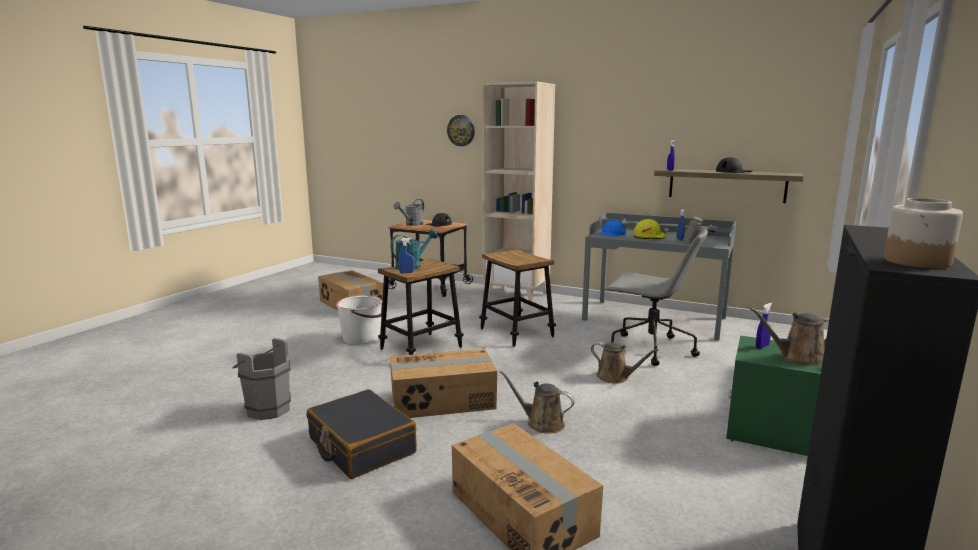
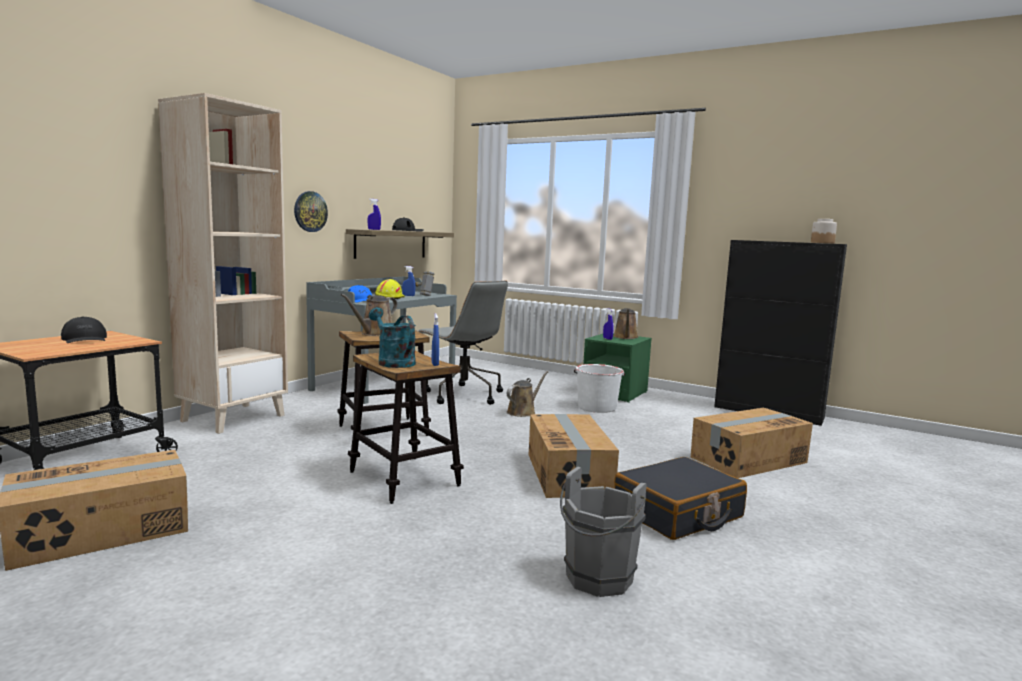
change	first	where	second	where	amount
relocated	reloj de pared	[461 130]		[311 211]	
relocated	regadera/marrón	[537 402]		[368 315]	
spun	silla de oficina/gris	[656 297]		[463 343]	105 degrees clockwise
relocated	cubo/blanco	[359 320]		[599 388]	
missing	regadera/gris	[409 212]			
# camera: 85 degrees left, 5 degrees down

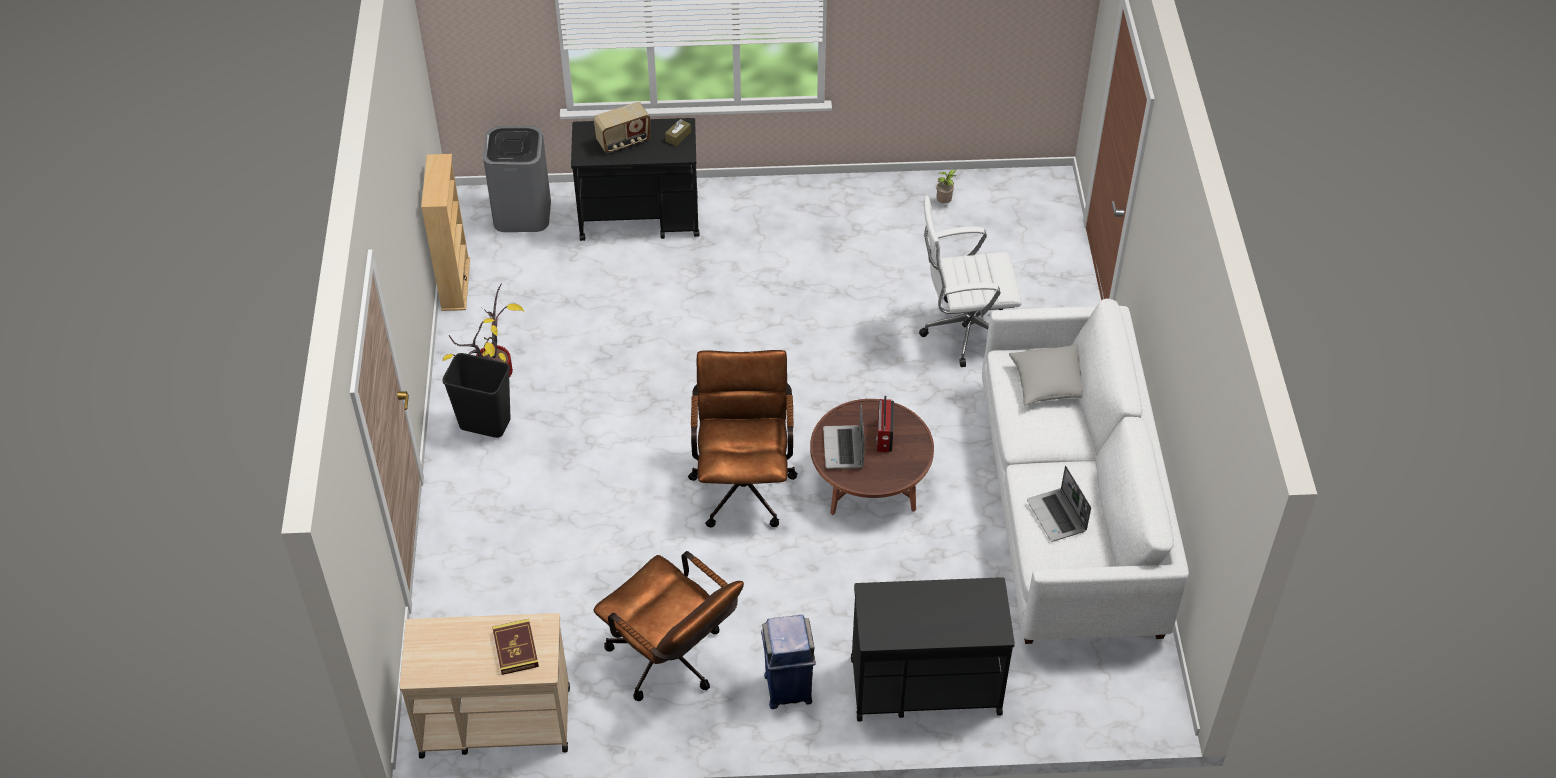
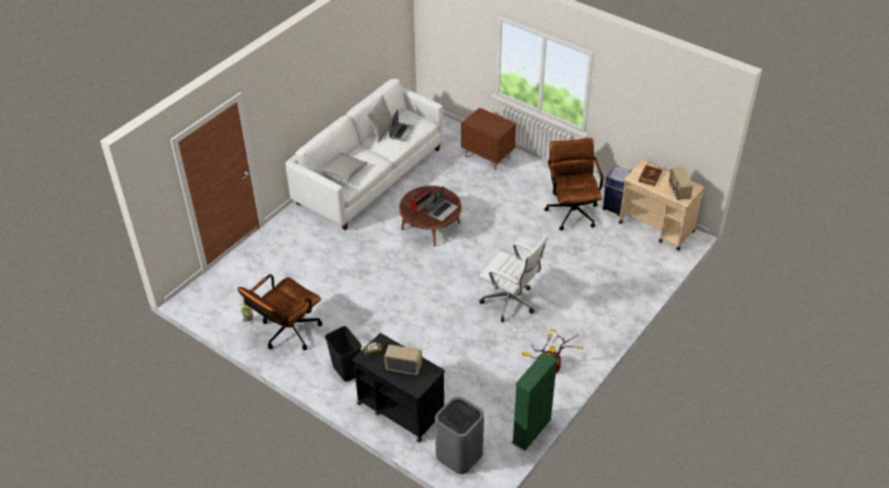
change	first	where	second	where	amount
relocated	silla de oficina/marrón	[743 439]		[279 312]	
relocated	papelera/negro	[476 395]		[343 354]	
appeared			cojín/gris	[379 119]	
exchanged	carrito/negro	[933 649]	mesita de noche/marrón	[488 138]	
relocated	silla de oficina/blanco	[970 281]		[513 278]	
colour	estantería/beis	[445 232]	estantería/verde	[535 401]	
relocated	papelera/azul	[788 662]		[617 191]	
appeared			radio	[681 183]	
# camera: 140 degrees left, 5 degrees down

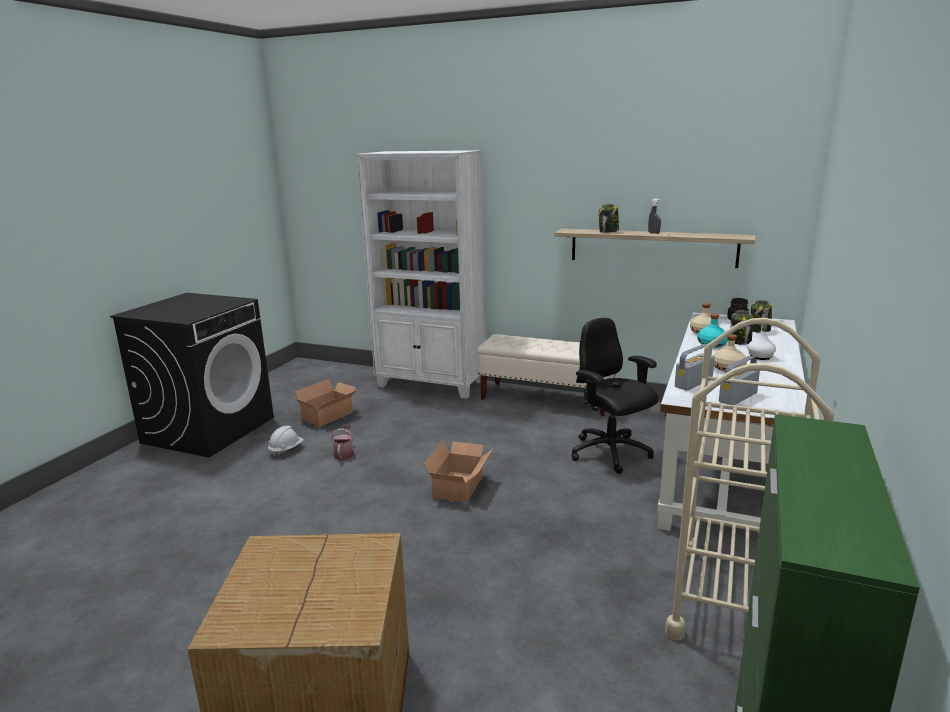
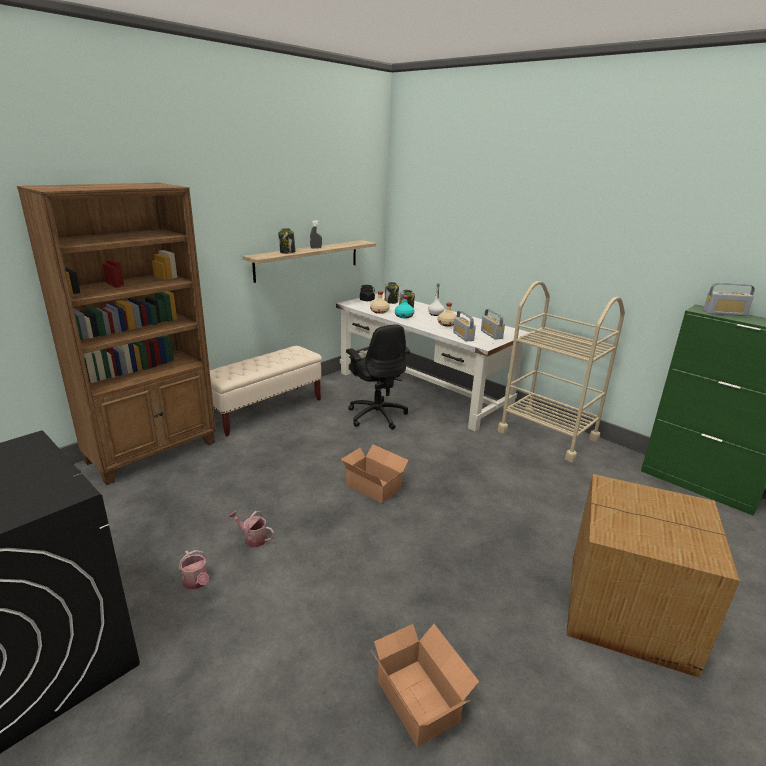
change	first	where	second	where	amount
colour	estantería/blanco	[421 274]	estantería/marrón	[116 334]	
exchanged	casco/blanco	[285 441]	regadera	[194 570]	
spun	silla de oficina/negro	[615 396]		[378 377]	105 degrees counterclockwise
relocated	caja de cartón	[326 403]		[425 685]	
appeared			radio	[729 299]	
# camera: 70 degrees left, 5 degrees up

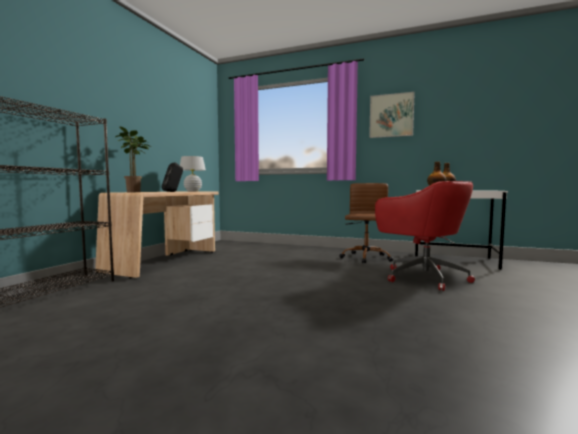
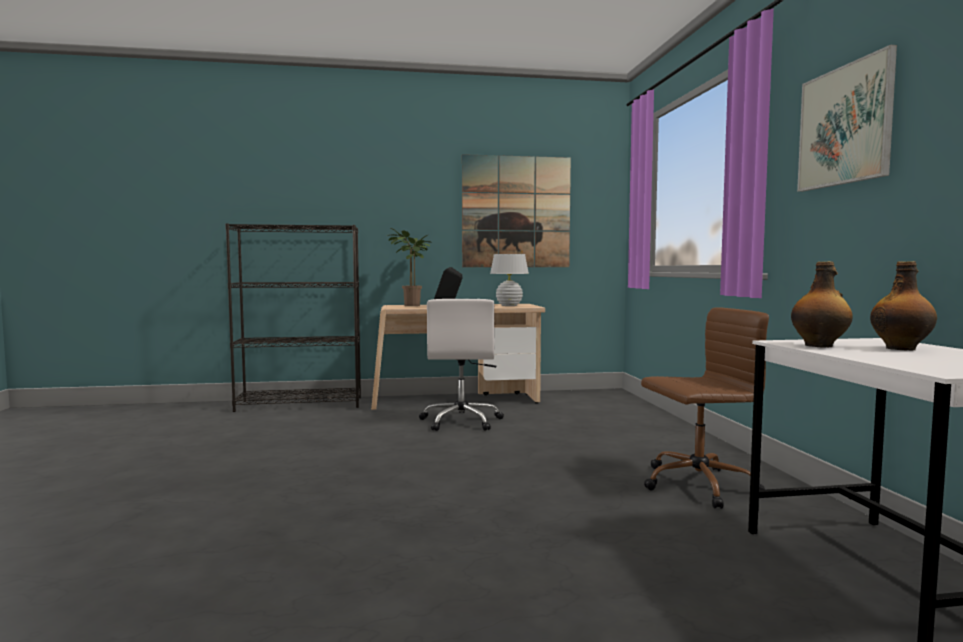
change	first	where	second	where	amount
appeared			silla de oficina/blanco	[461 365]	
appeared			cuadro	[516 210]	
missing	silla de oficina/rojo	[425 236]			
# camera: 60 degrees right, 0 degrees up

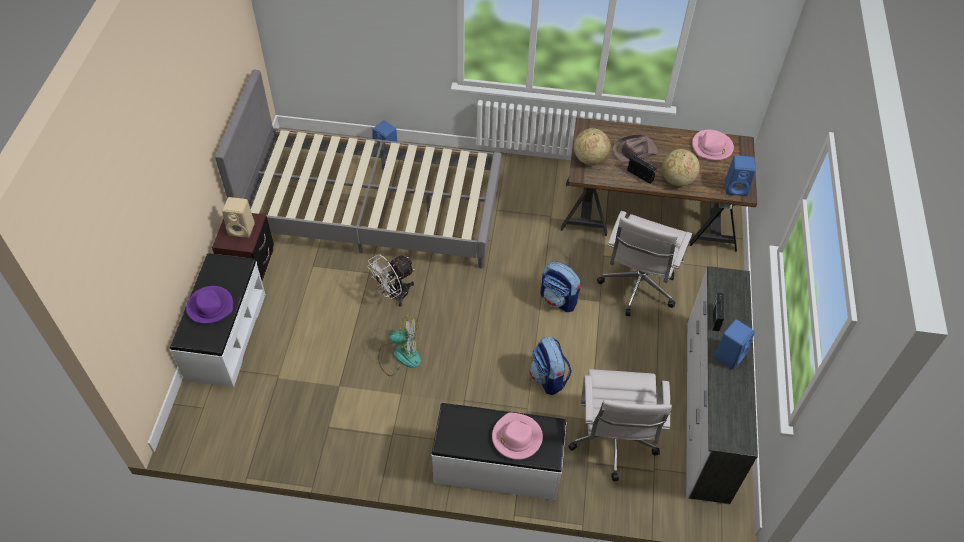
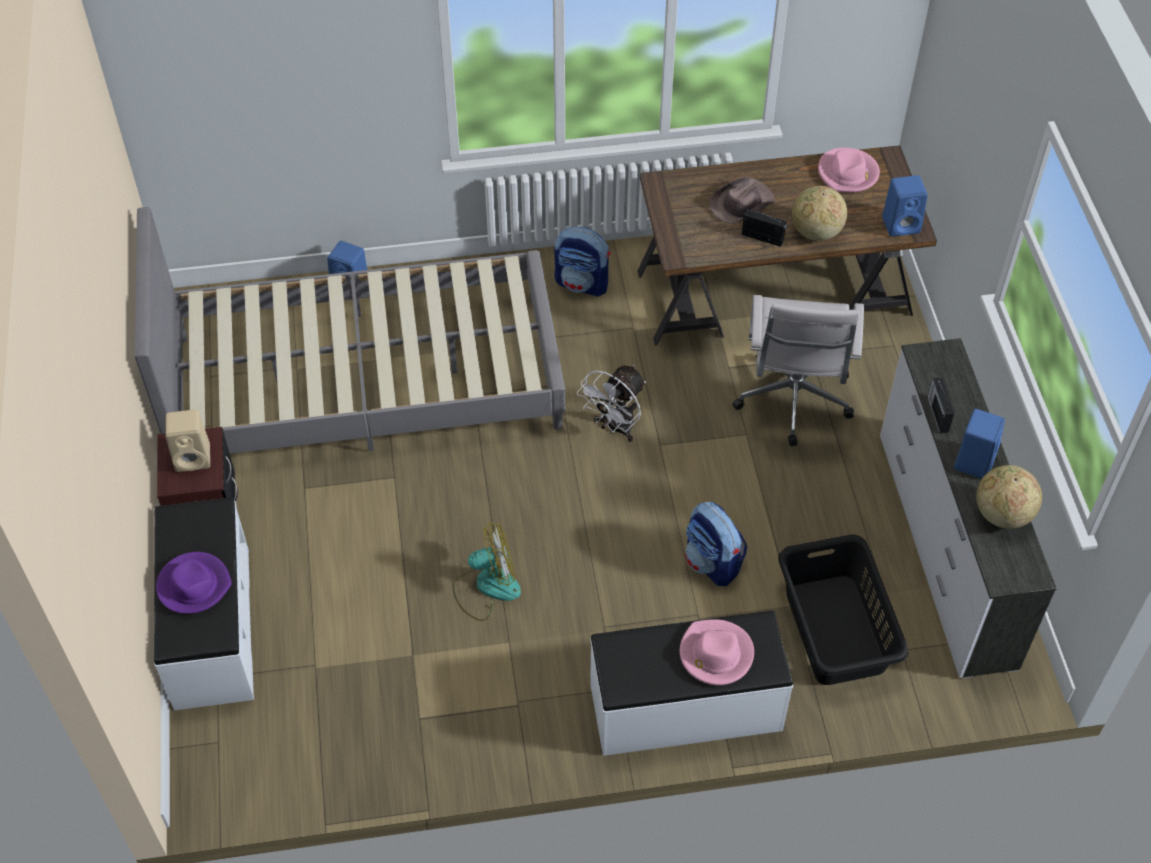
change	first	where	second	where	amount
relocated	mochila	[561 286]		[582 262]	
relocated	ventilador/blanco	[391 280]		[611 403]	
exchanged	silla de oficina/blanco	[620 425]	cesto de la ropa/negro	[843 610]	
relocated	globo terráqueo	[592 146]		[1009 497]	
# camera: 15 degrees left, 0 degrees up

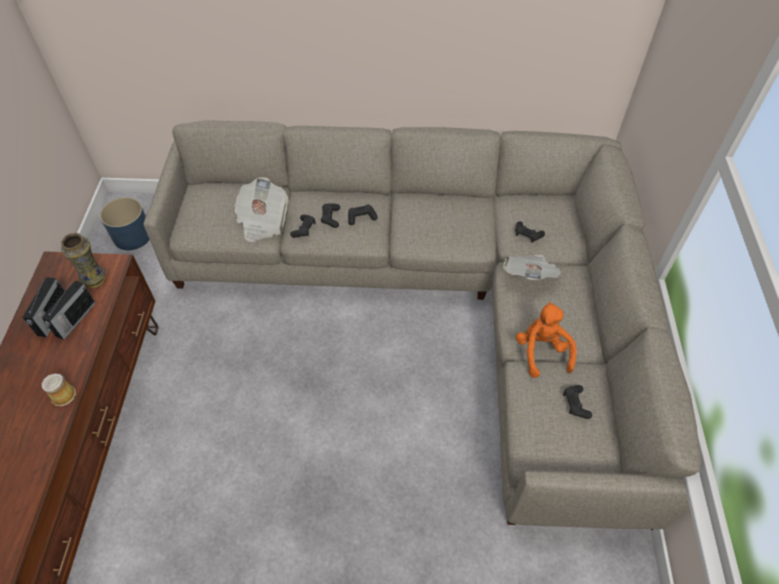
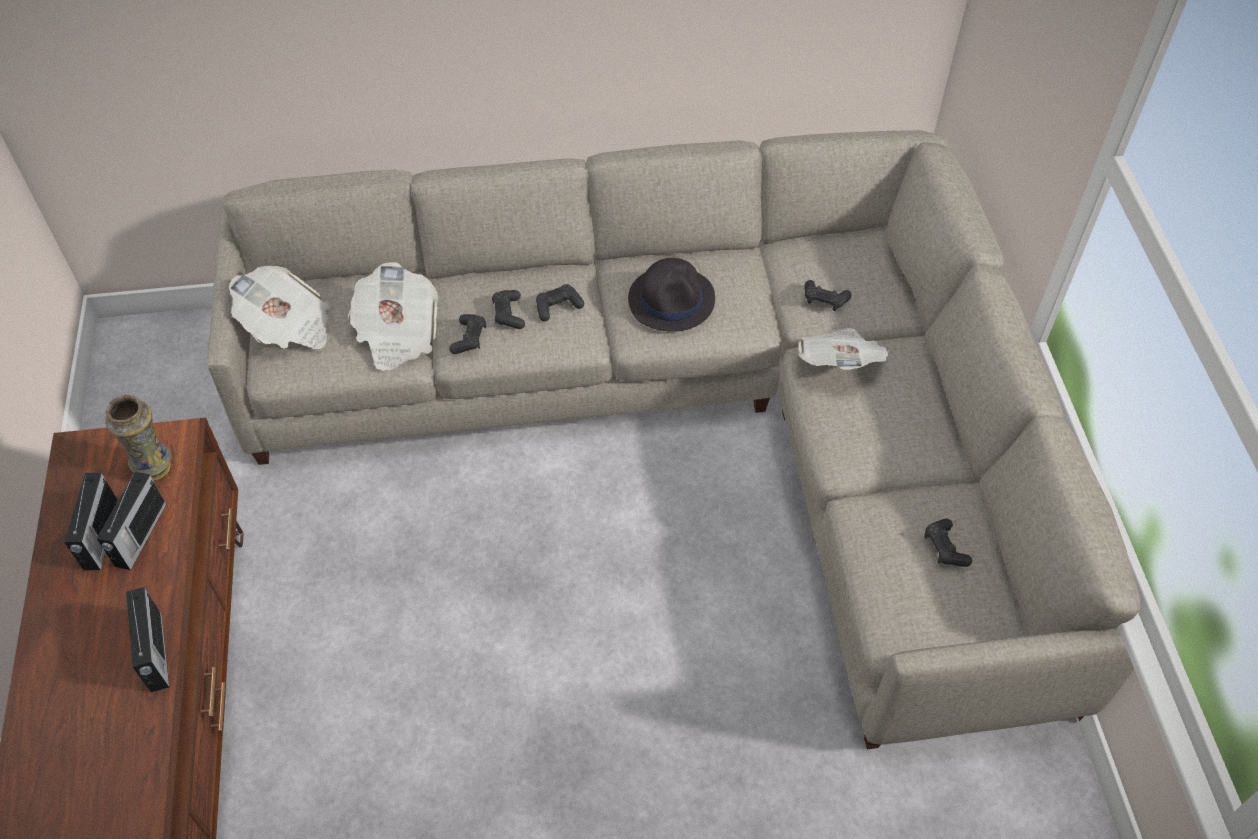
change	first	where	second	where	amount
exchanged	taza grande	[59 389]	radio	[147 639]	
appeared			periódico	[279 307]	
appeared			sombrero/negro	[671 295]	
missing	maceta/azul	[125 223]			
missing	peluche/naranja	[546 340]			
# camera: 10 degrees left, 0 degrees up

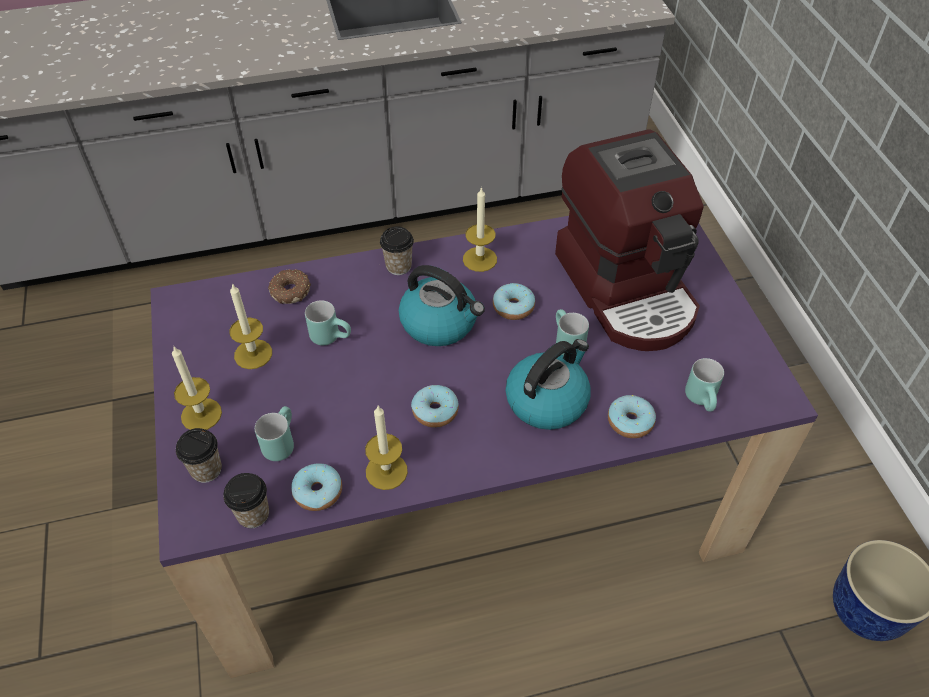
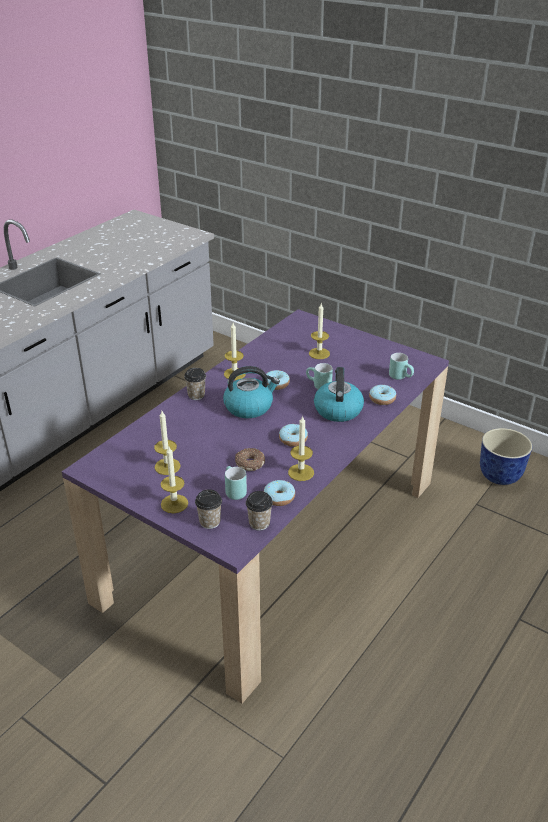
change	first	where	second	where	amount
relocated	rosquilla	[289 286]		[250 459]	
exchanged	cafetera	[629 240]	vela	[319 331]	
missing	taza grande/turquesa	[328 322]			
# camera: 40 degrees left, 15 degrees down

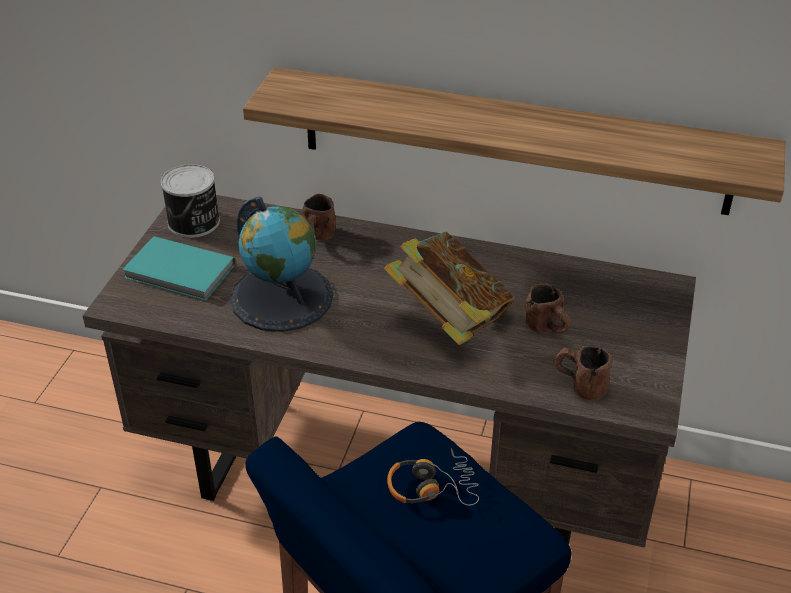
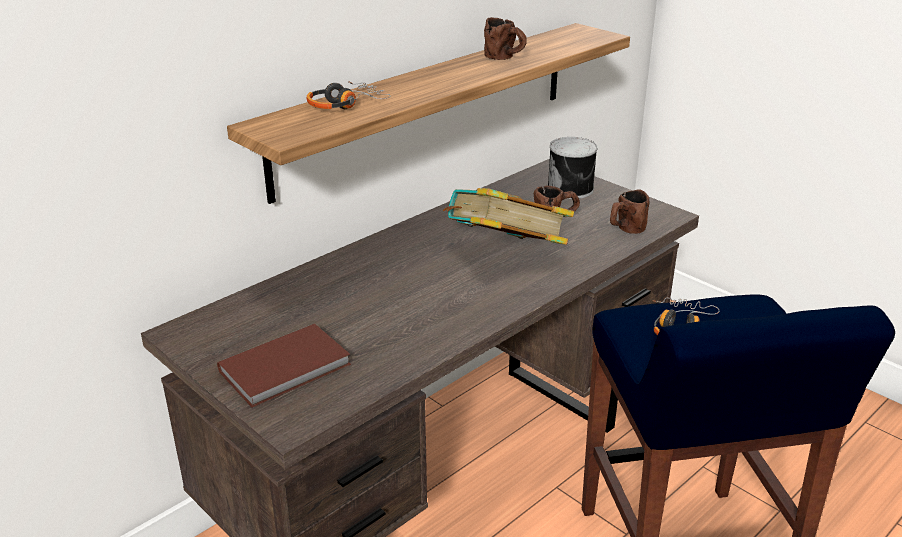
change	first	where	second	where	amount
colour	libro/turquesa	[178 268]	libro/marrón	[284 365]	
appeared			auriculares	[348 95]	
relocated	taza grande/marrón	[319 217]		[505 38]	
relocated	lata	[190 201]		[572 168]	
missing	globo terráqueo	[281 264]			
# camera: 60 degrees left, 10 degrees down

